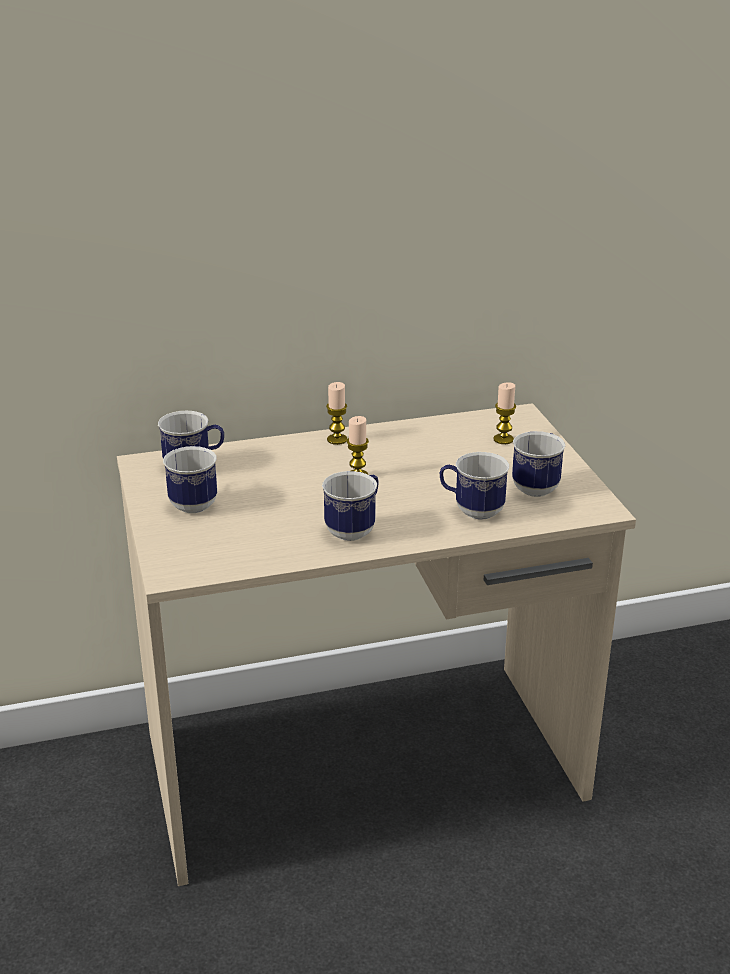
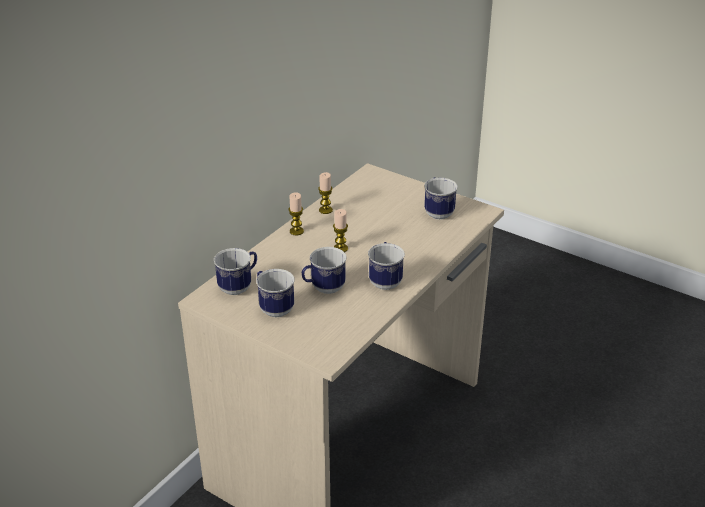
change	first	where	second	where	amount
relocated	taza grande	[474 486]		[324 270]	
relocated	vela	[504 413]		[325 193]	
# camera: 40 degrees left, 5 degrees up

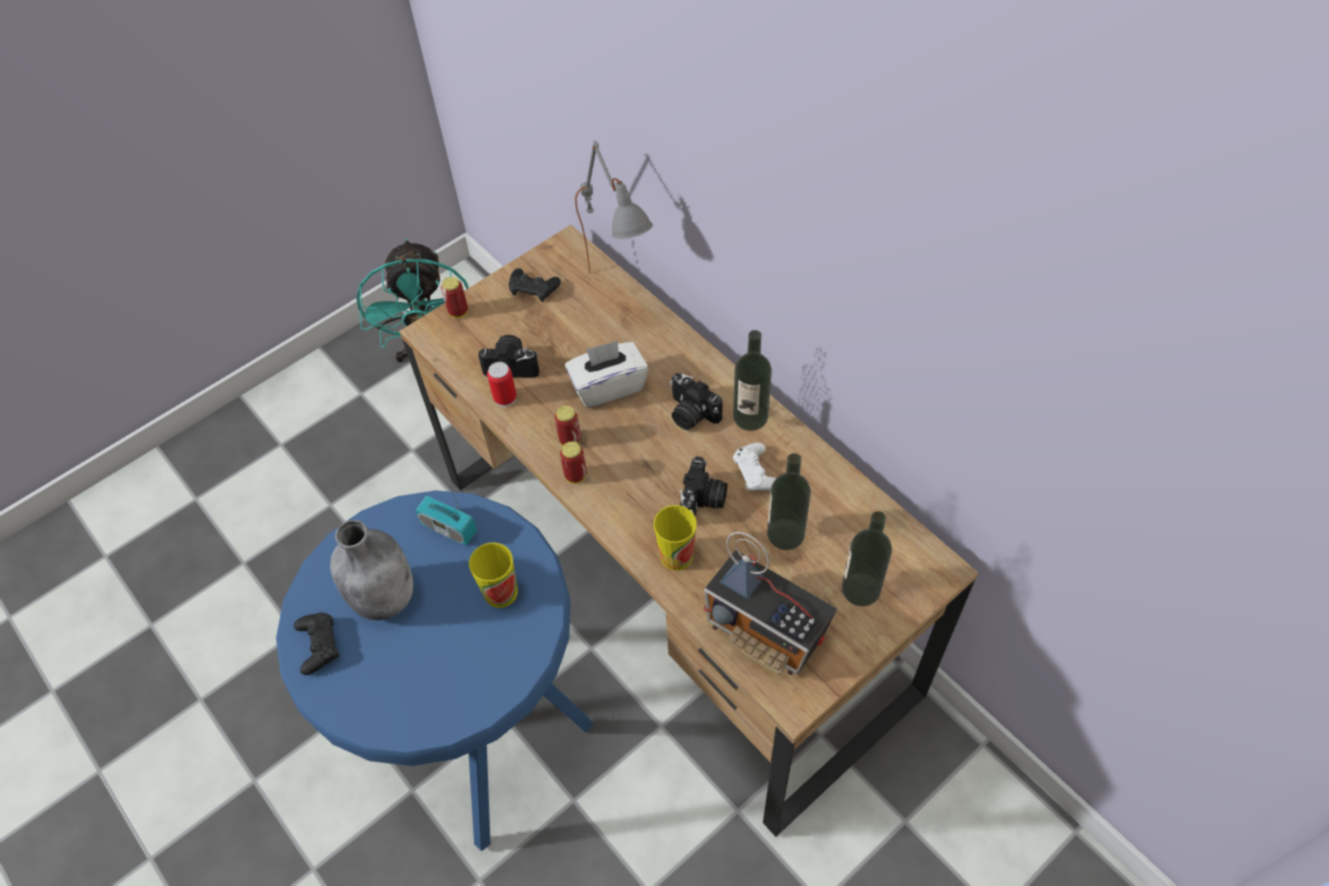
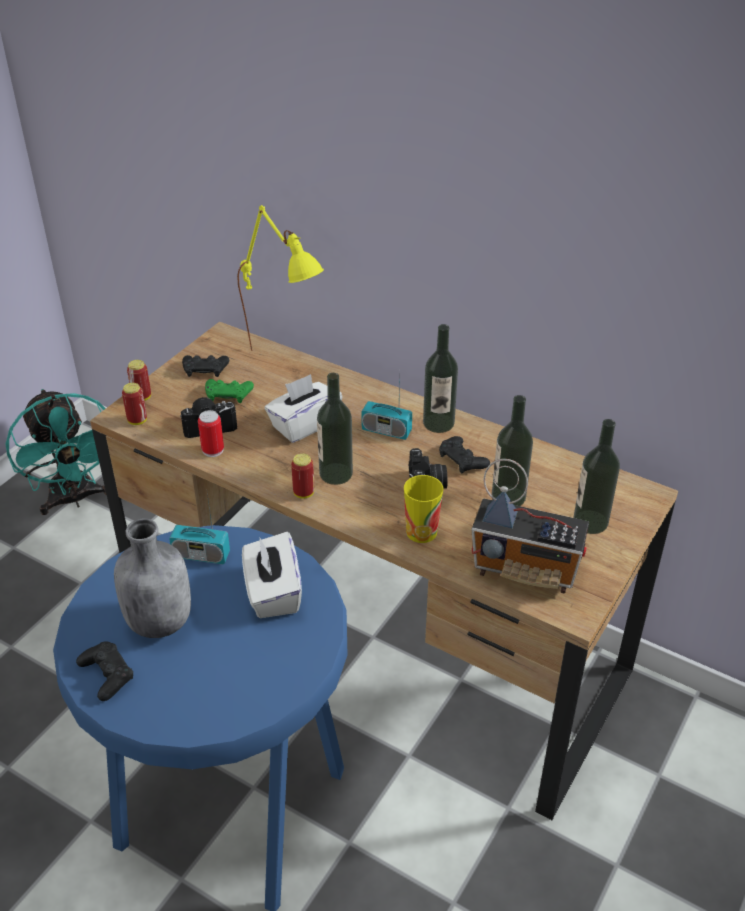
change	first	where	second	where	amount
relocated	lata	[568 425]		[134 404]	
appeared			mando de consola/verde	[229 391]	
colour	lámpara de mesa/gris	[614 207]	lámpara de mesa/amarillo	[280 278]	
exchanged	taza	[493 575]	caja de pañuelos/blanco	[272 575]	
appeared			botella	[335 429]	
exchanged	cámara	[696 401]	radio	[387 409]	
colour	mando de consola/blanco	[754 467]	mando de consola/negro	[464 455]	
# camera: 20 degrees left, 15 degrees down

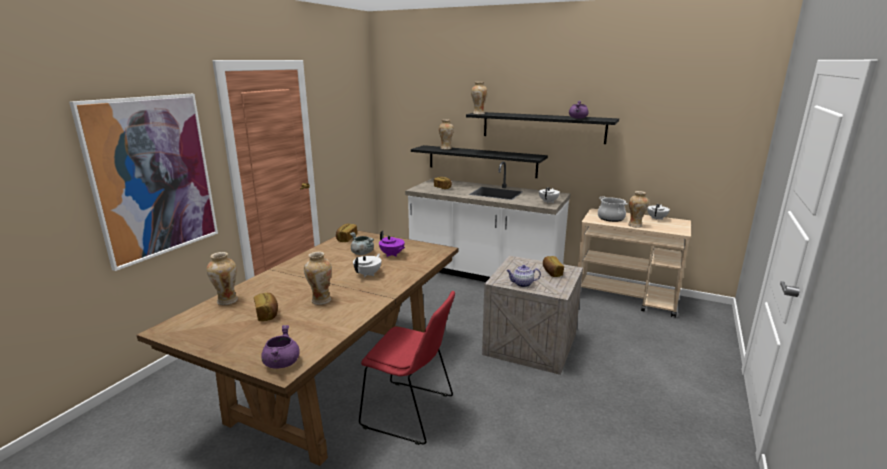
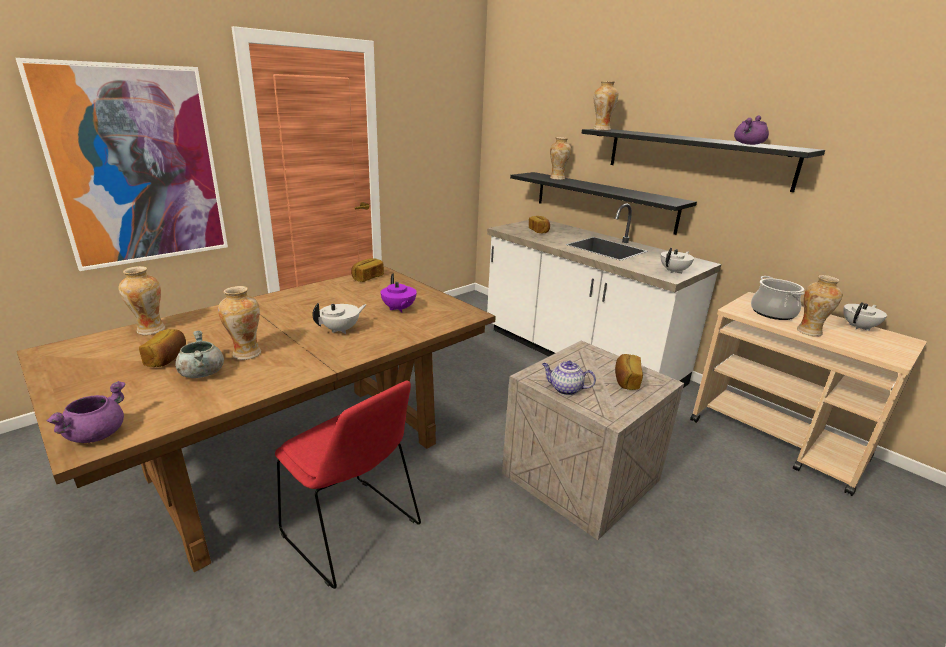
change	first	where	second	where	amount
relocated	olla/gris	[362 243]		[199 354]	
# camera: 20 degrees right, 5 degrees up

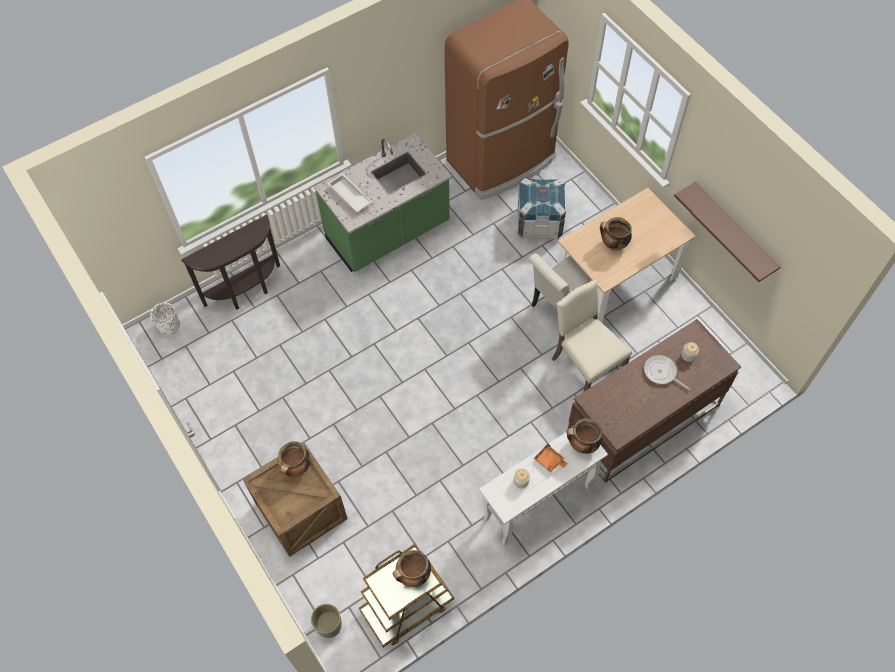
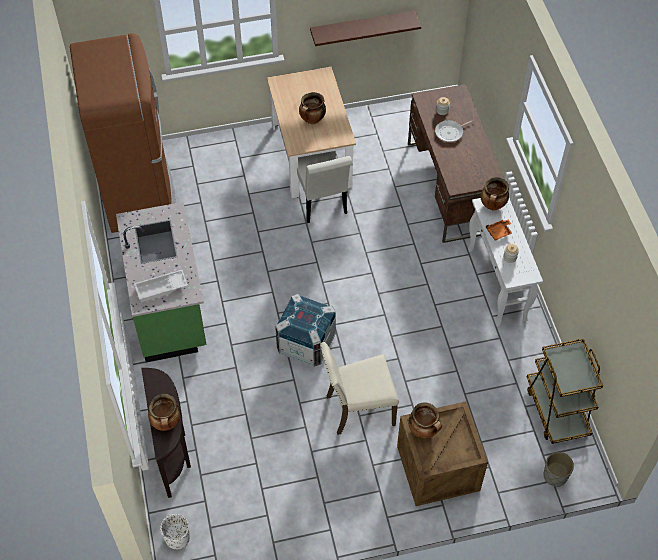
change	first	where	second	where	amount
relocated	olla	[412 568]		[164 412]	
relocated	caja de embalaje	[542 208]		[305 330]	
relocated	silla/beis	[592 335]		[359 388]	
# camera: 70 degrees left, 5 degrees down

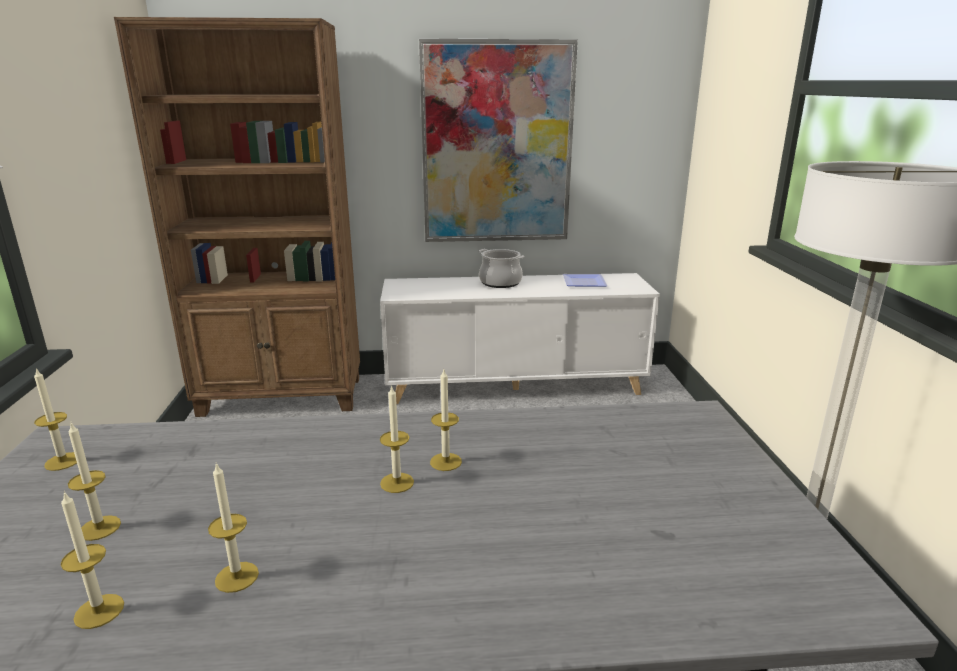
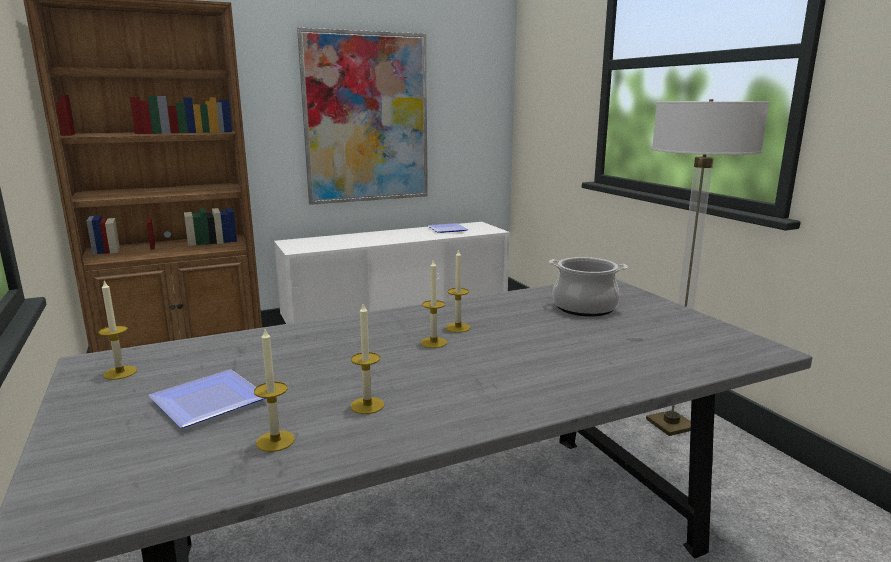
change	first	where	second	where	amount
exchanged	vela	[94 482]	plato	[207 399]	
relocated	olla	[501 268]		[588 287]	
# camera: 20 degrees left, 5 degrees down

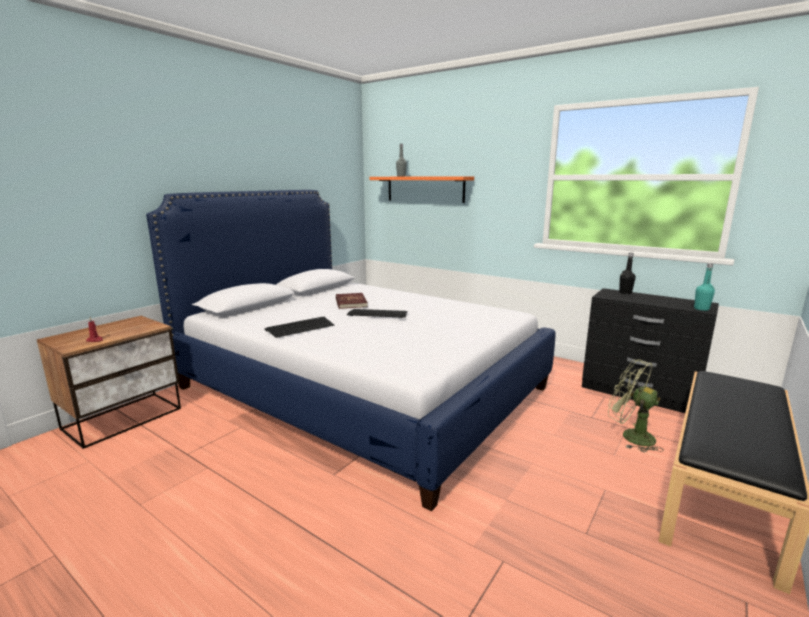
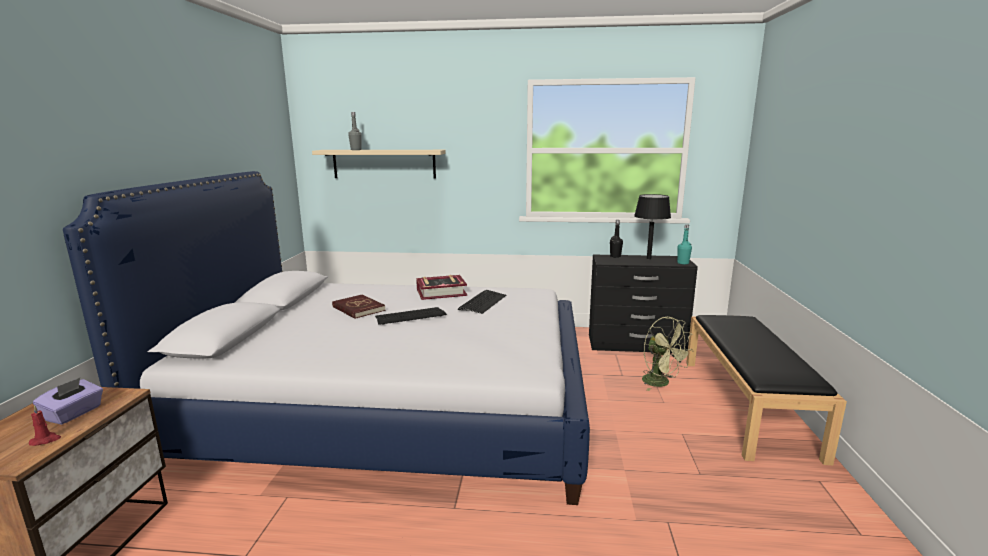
change	first	where	second	where	amount
appeared			caja de pañuelos/morado	[68 401]	
colour	estante/naranja	[421 189]	estante/beis	[379 164]	
appeared			libro	[441 287]	
relocated	teclado	[299 327]		[482 302]	
appeared			lámpara de mesa/negro	[652 227]	
spun	ventilador/verde	[636 405]		[667 354]	135 degrees counterclockwise
# camera: 30 degrees left, 0 degrees up

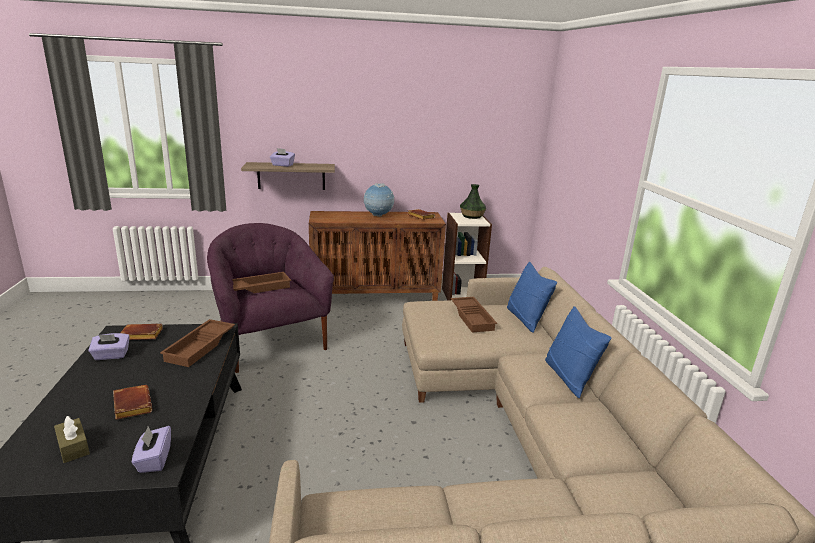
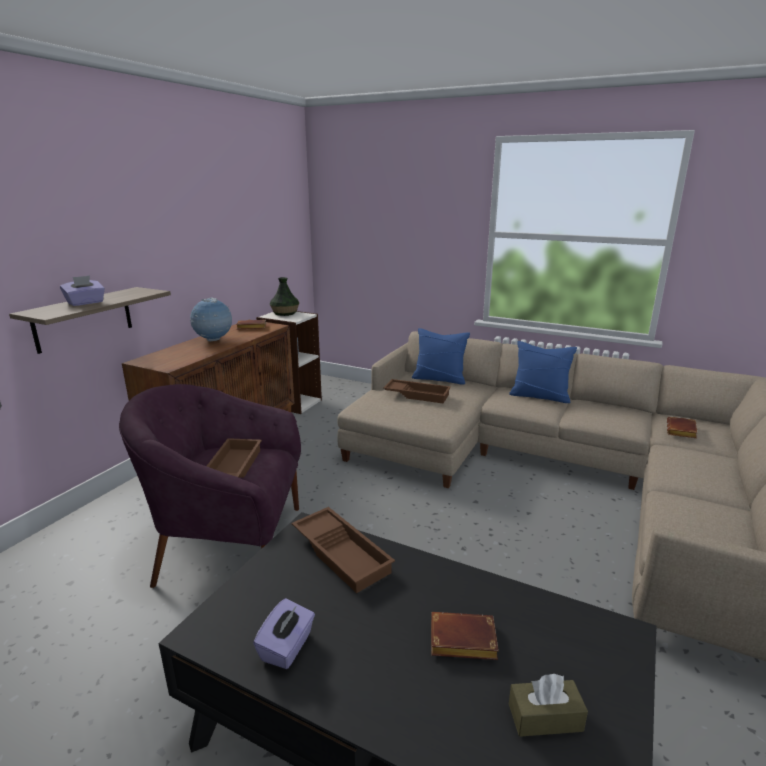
change	first	where	second	where	amount
relocated	libro/marrón	[141 332]		[682 427]	
missing	caja de pañuelos/morado	[151 449]			
# camera: 55 degrees left, 0 degrees up

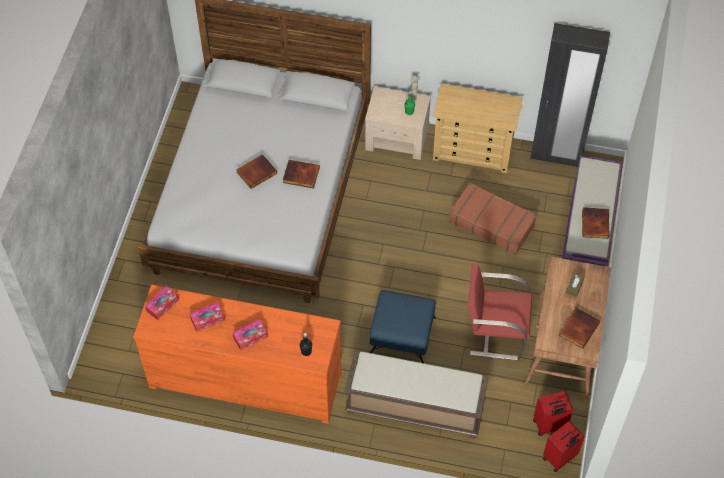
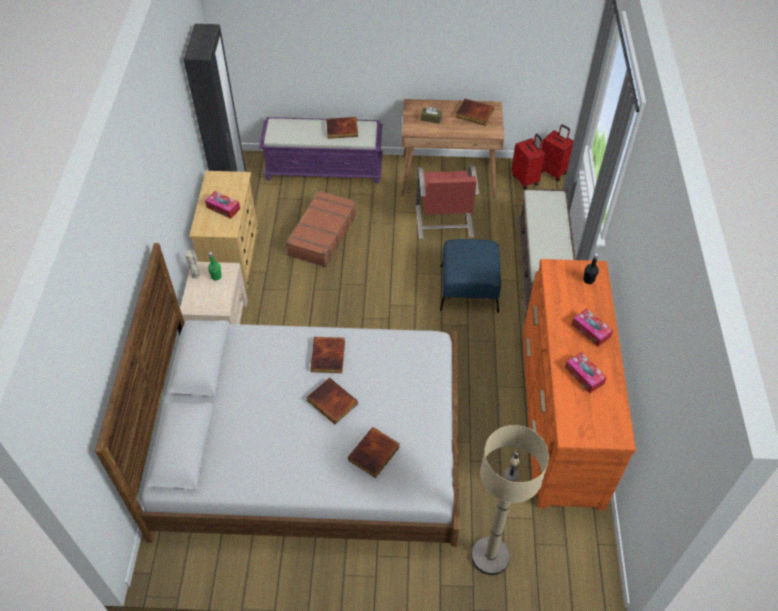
change	first	where	second	where	amount
relocated	caja de pañuelos	[162 303]		[222 205]	
appeared			libro	[374 452]	
appeared			lámpara de pie/beis	[510 500]	
# camera: 100 degrees left, 5 degrees down

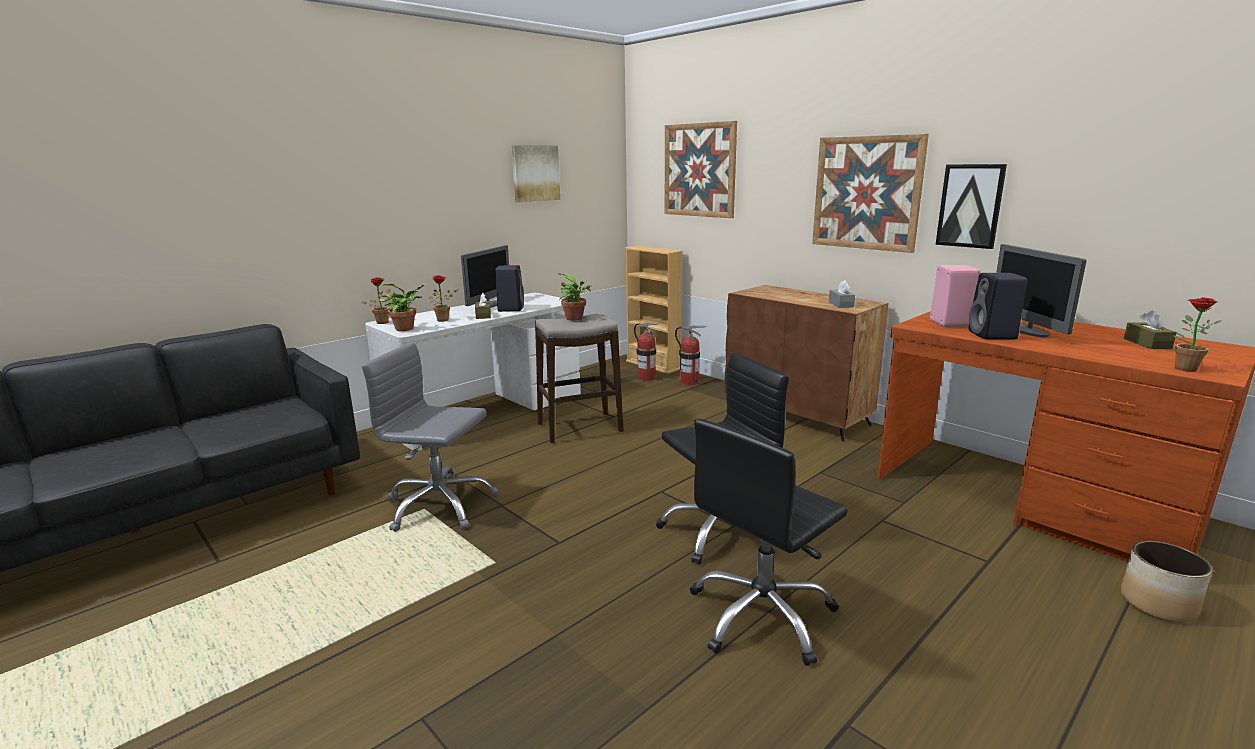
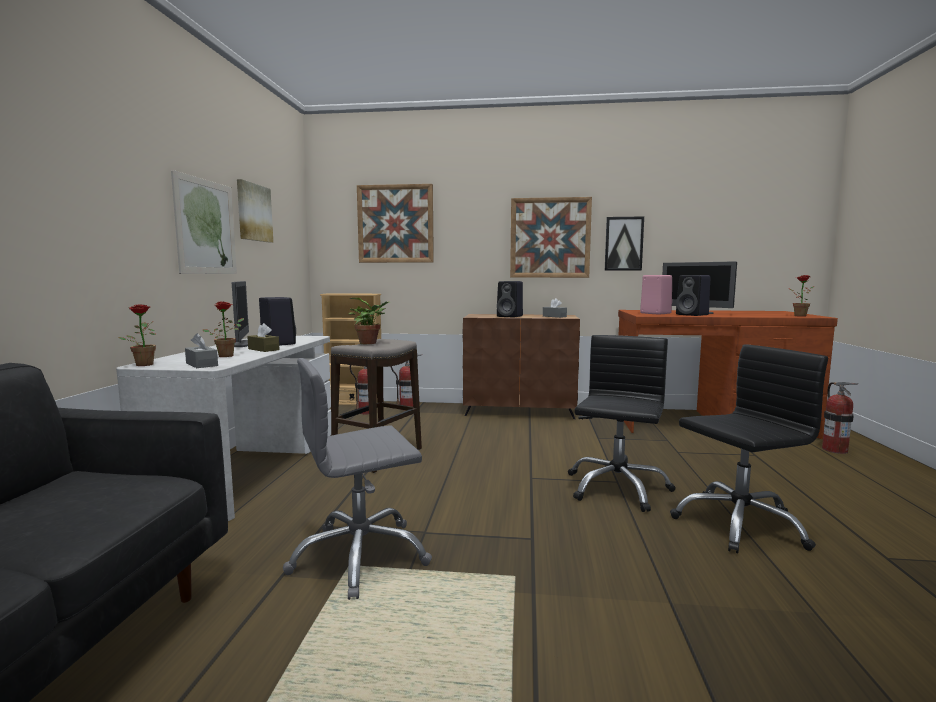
change	first	where	second	where	amount
appeared			cuadro	[204 222]	
exchanged	planta en maceta	[403 307]	caja de pañuelos/gris	[201 350]	
appeared			altavoz/negro	[510 299]	
spun	silla de oficina/negro	[769 542]		[749 449]	120 degrees counterclockwise
exchanged	maceta	[1166 581]	extintor	[840 418]	
missing	caja de pañuelos/marrón	[1150 330]			
# camera: 40 degrees left, 10 degrees down

